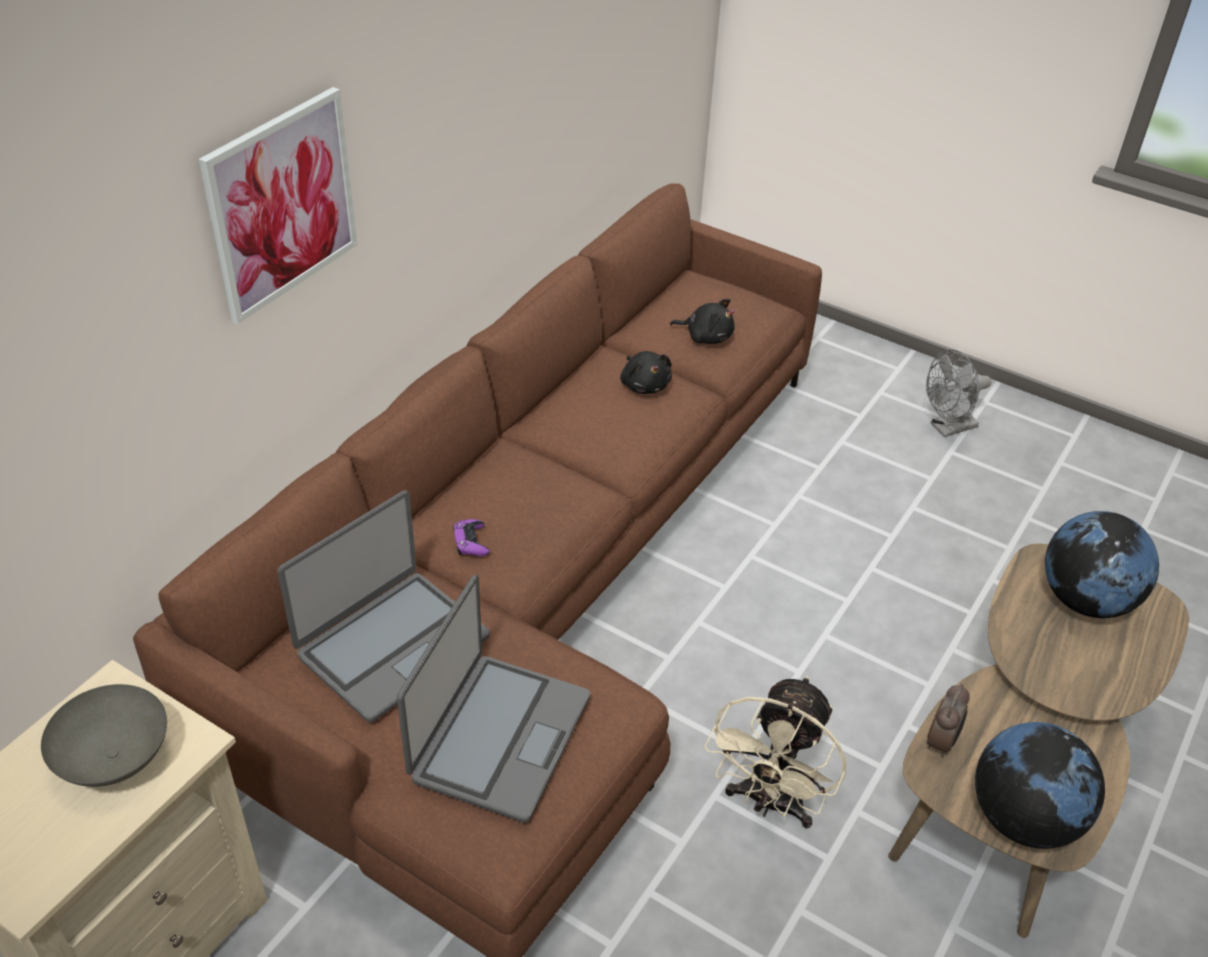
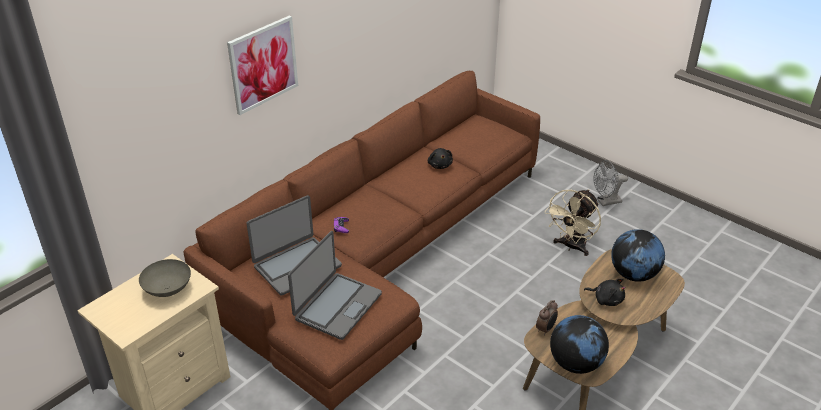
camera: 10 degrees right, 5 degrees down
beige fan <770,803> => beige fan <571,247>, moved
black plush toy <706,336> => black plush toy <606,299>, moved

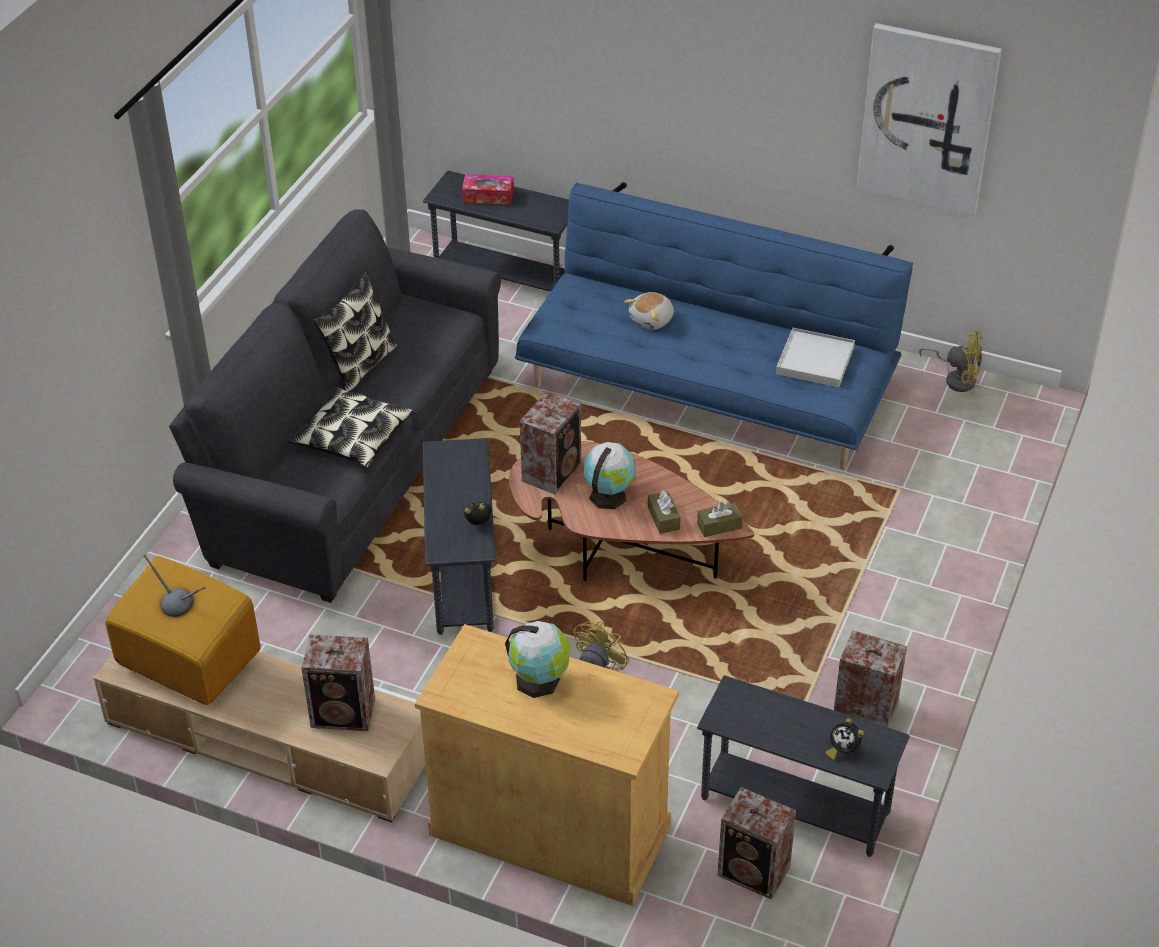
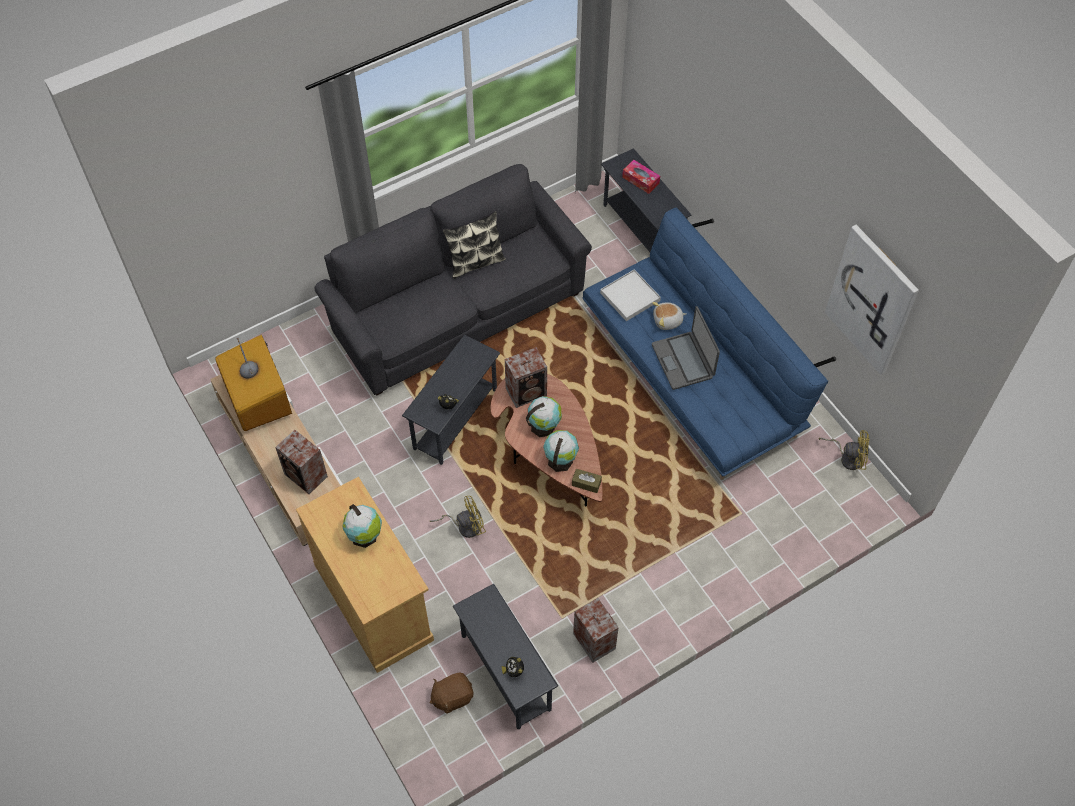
camera: 35 degrees right, 15 degrees up
speaker <755,872> => brown plush toy <452,697>
brown tissue box <663,518> => globe <560,459>
white tray <815,360> => white tray <630,297>, moved
nothing => laptop <683,361>
yellow fan <956,378> => yellow fan <848,457>, 45 degrees counterclockwise
pillow <352,437> => nothing

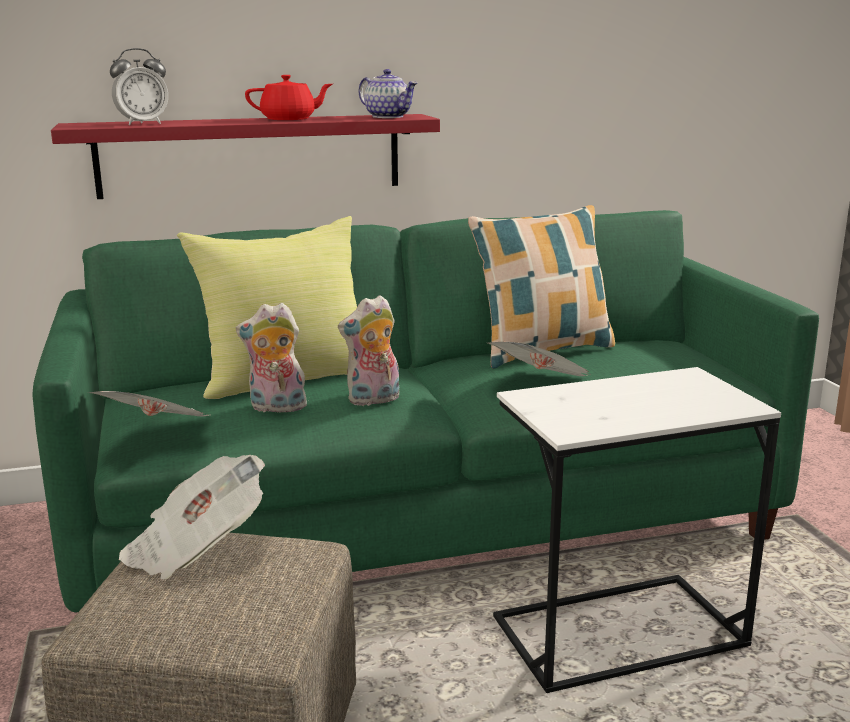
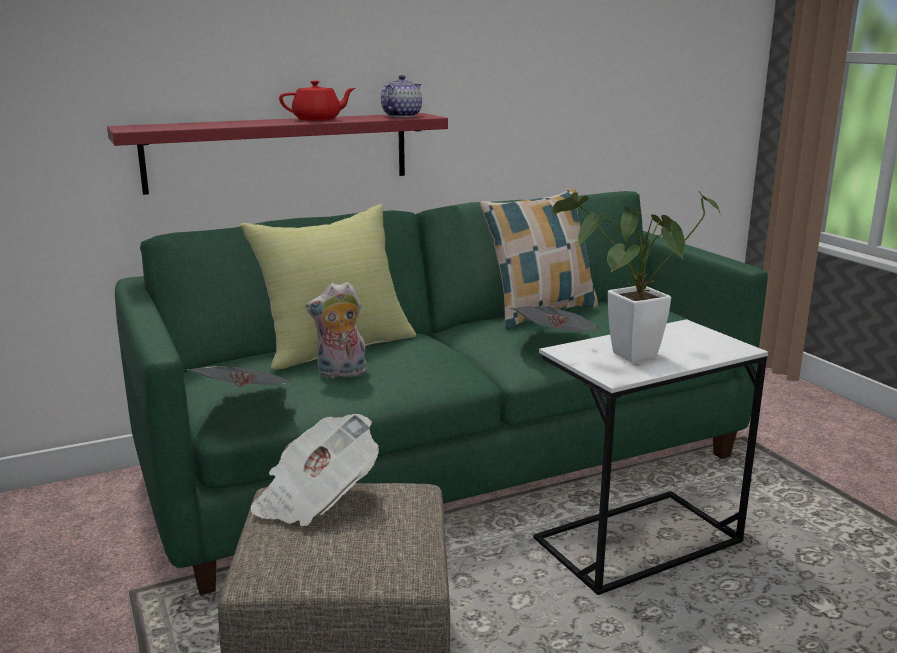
camera: 10 degrees left, 0 degrees up
teapot <388,117> => teapot <401,116>, 90 degrees counterclockwise
nothing => potted plant <625,357>
alarm clock <143,124> => nothing
plush toy <373,400> => nothing

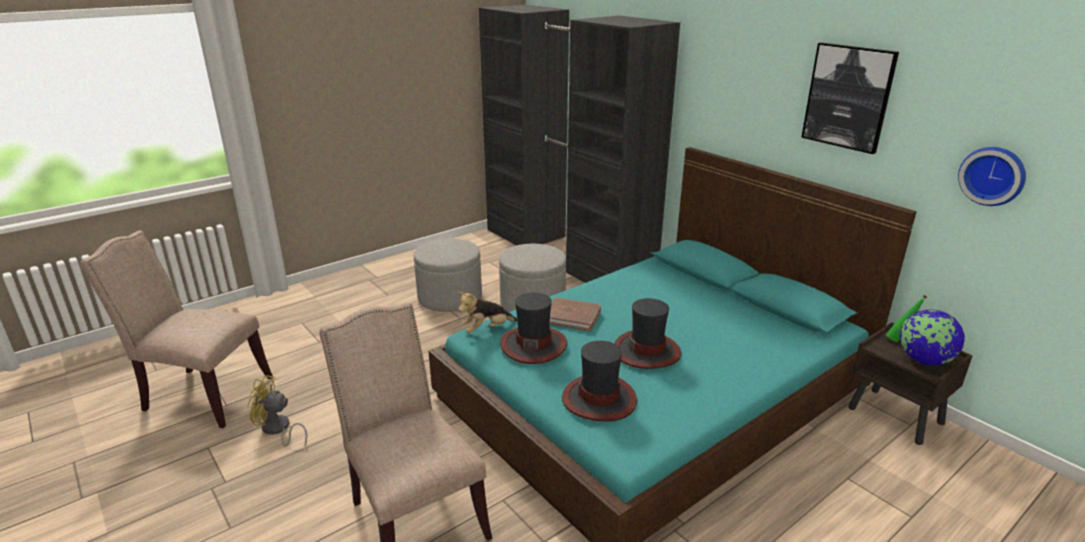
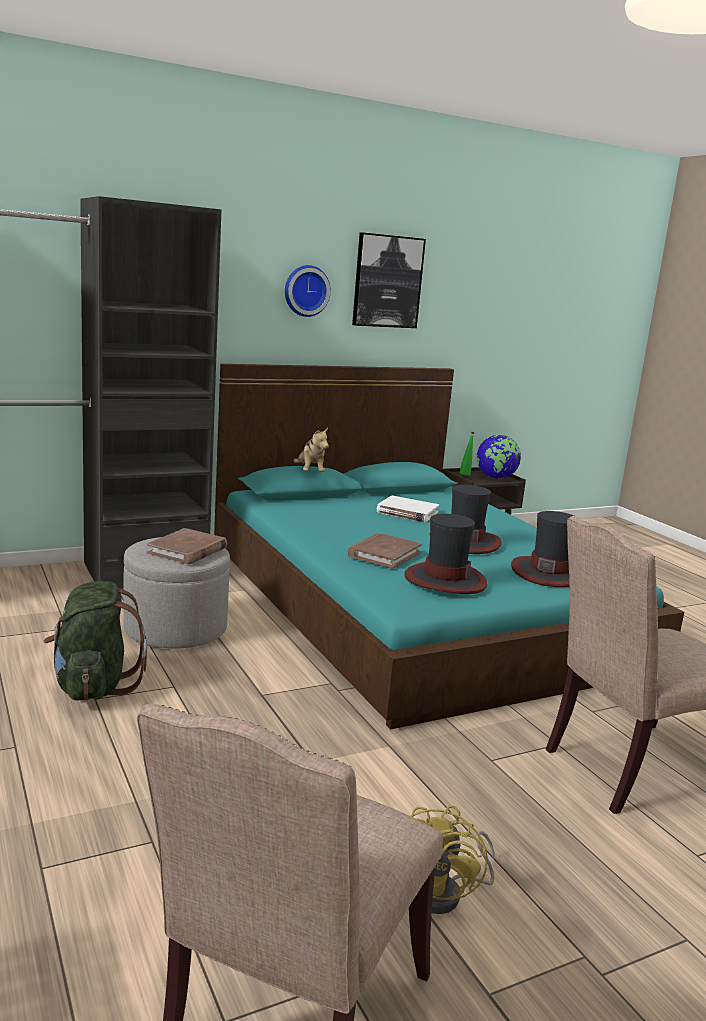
camera: 80 degrees left, 10 degrees down
grey ottoman <450,298> => green backpack <93,686>
nothing => brown book <187,550>
wall clock <993,175> => wall clock <305,290>, moved
plush toy <486,329> => plush toy <310,472>, moved
nothing => white book <407,512>

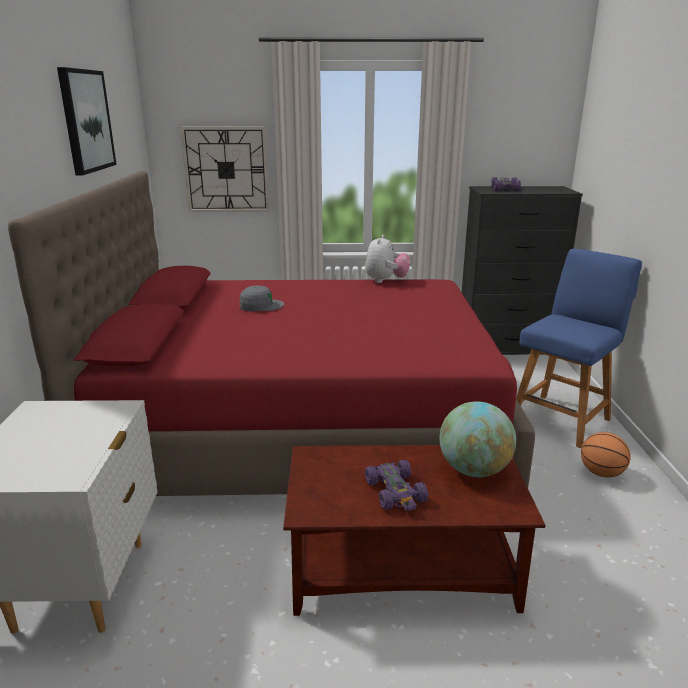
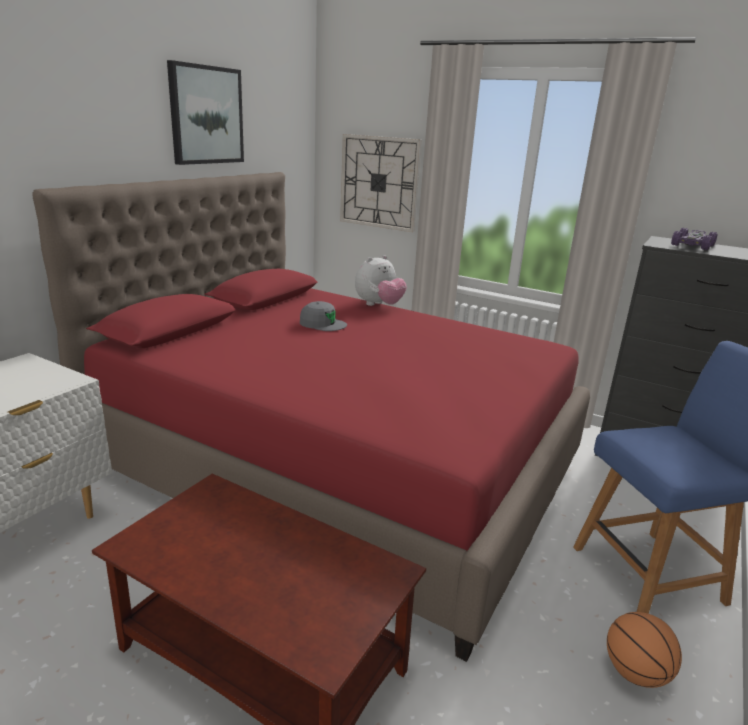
camera: 30 degrees right, 0 degrees up
plush toy <386,281> => plush toy <379,305>, moved
purple toy car <396,492> => nothing
globe <474,470> => nothing

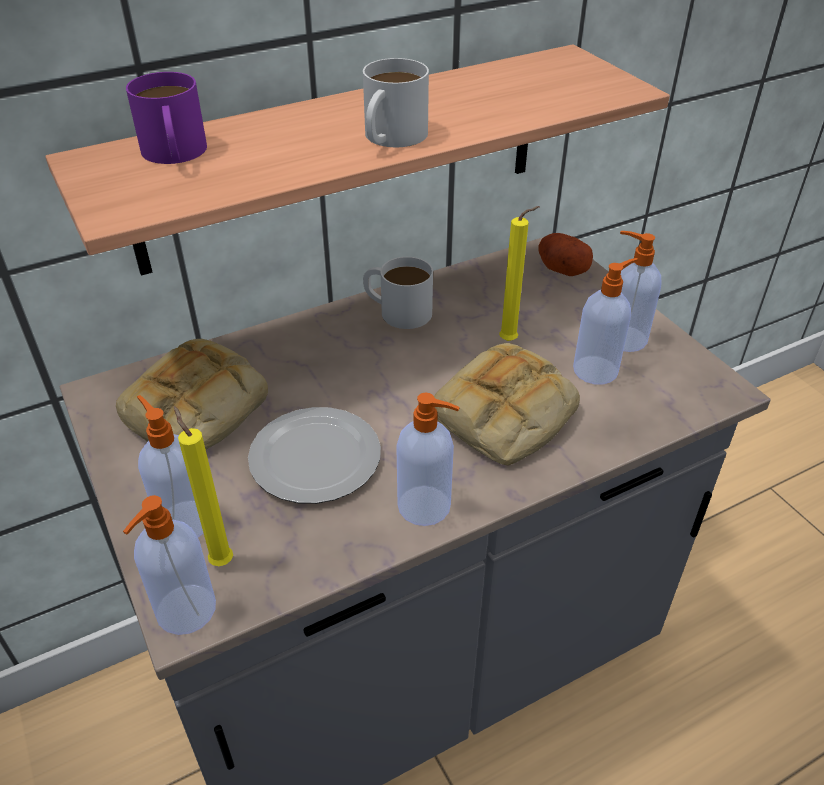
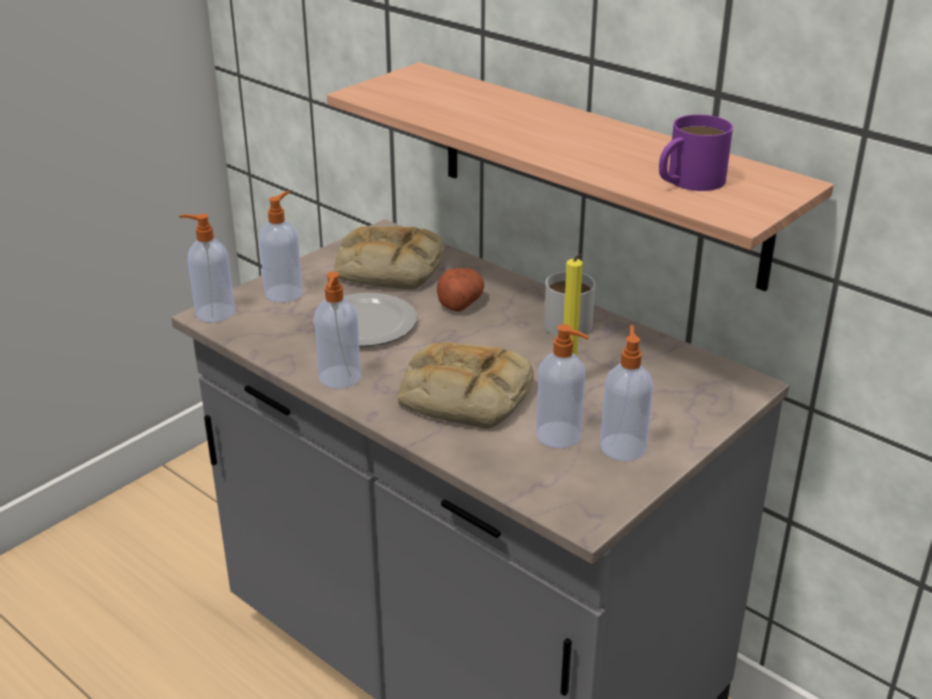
camera: 70 degrees right, 10 degrees down
potato <561,268> => potato <459,302>, moved
purple mug <175,155> => purple mug <687,182>, moved
yellow candle <220,559> => nothing
white mug <390,138> => nothing

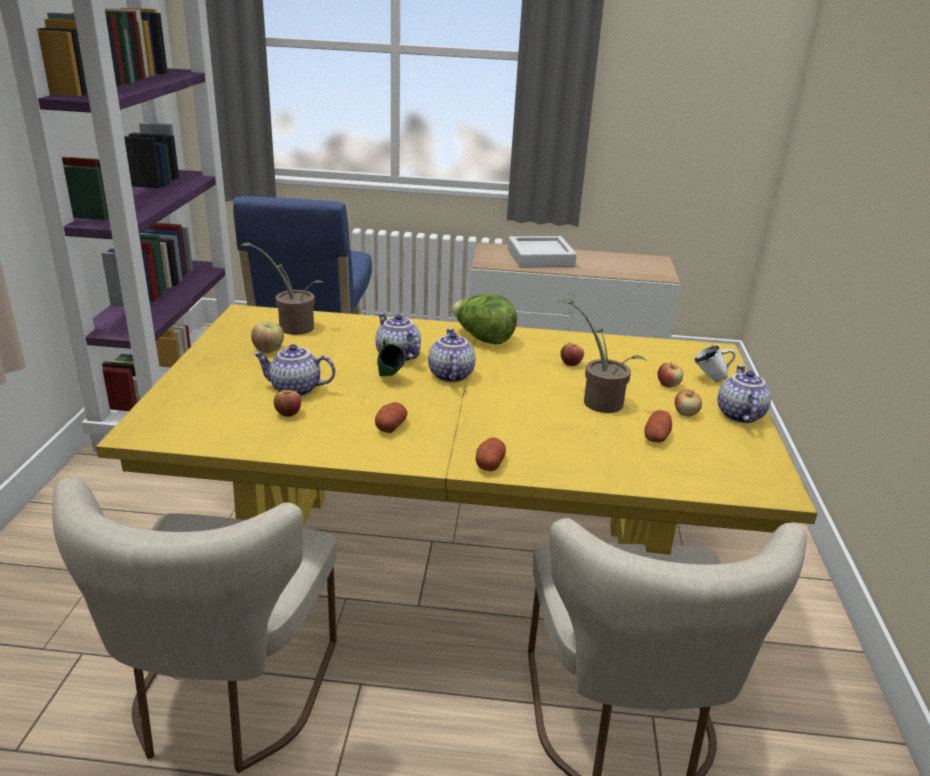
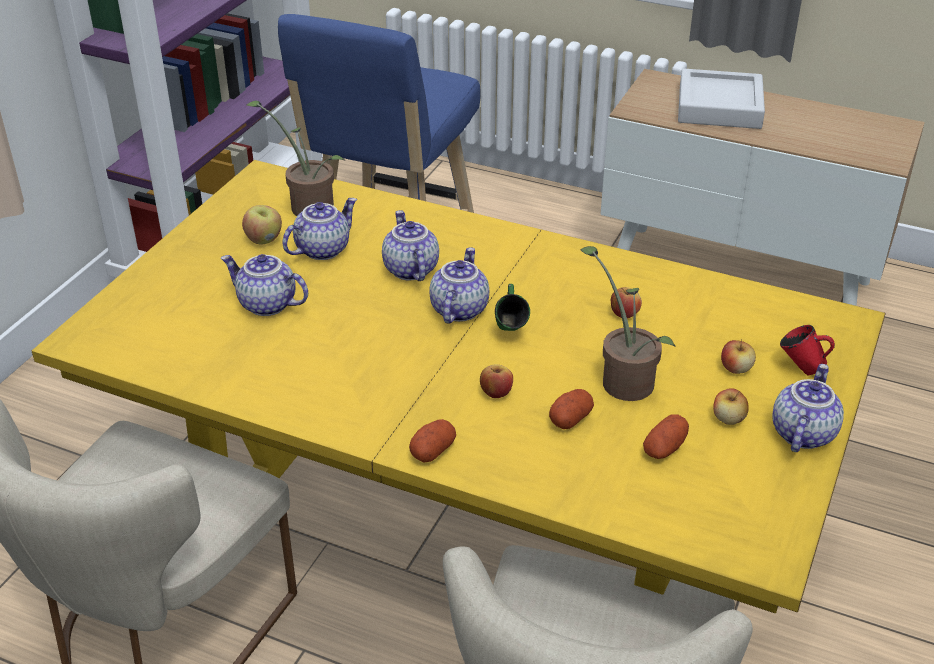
camera: 20 degrees right, 10 degrees up
nothing => teapot <322,249>
apple <288,413> => apple <496,393>, moved
green mug <389,378> => green mug <510,333>, moved
potato <391,426> => potato <570,418>, moved
white mug <710,380> => red mug <801,369>
lettuce <482,339> => nothing

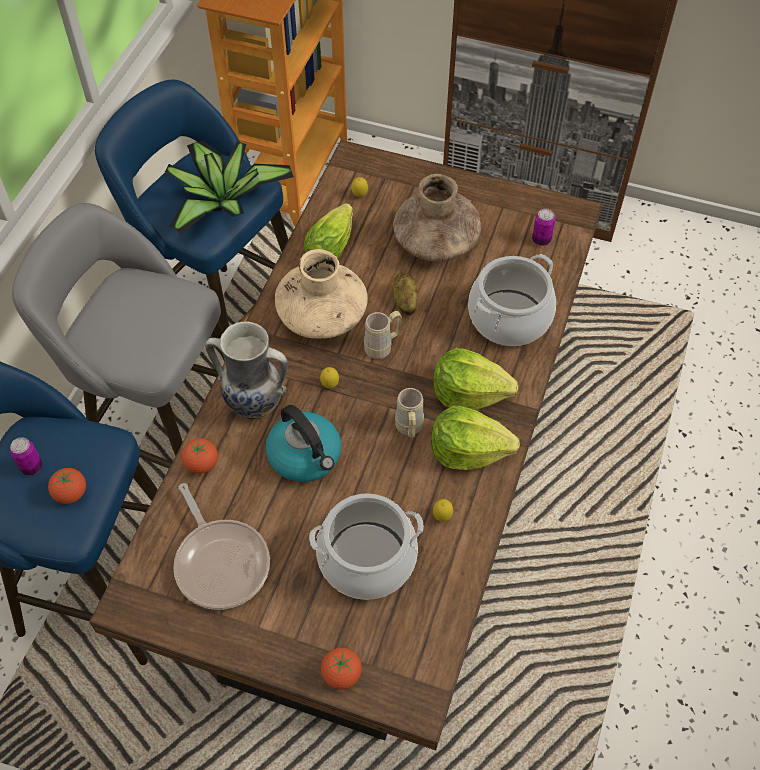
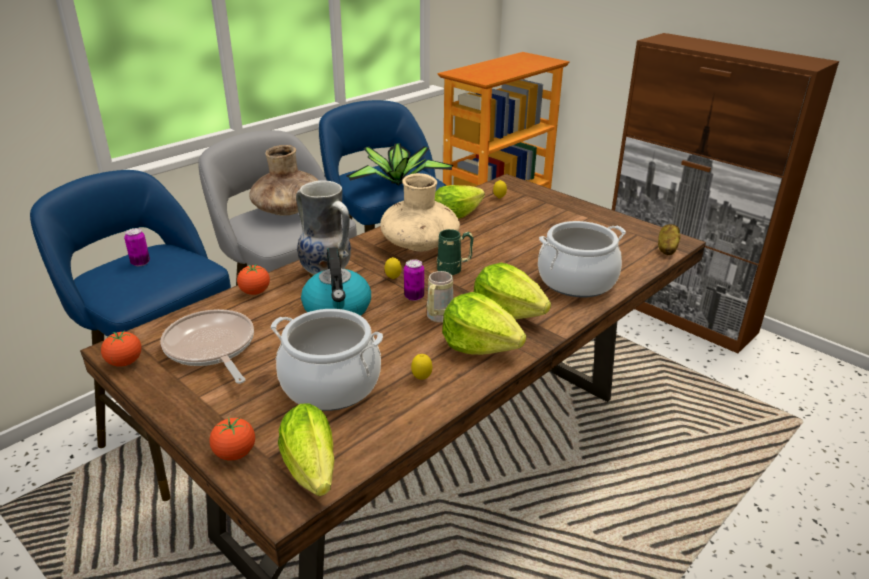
camera: 25 degrees right, 25 degrees down
tomato <71,493> => tomato <125,362>, moved
frying pan <221,562> => frying pan <211,348>, 150 degrees clockwise
brown vase <436,242> => brown vase <287,210>, moved
nothing => lettuce <312,471>
can <541,240> => can <414,296>, moved
beige mug <383,346> => green mug <454,270>
potato <404,301> => potato <666,249>, moved

